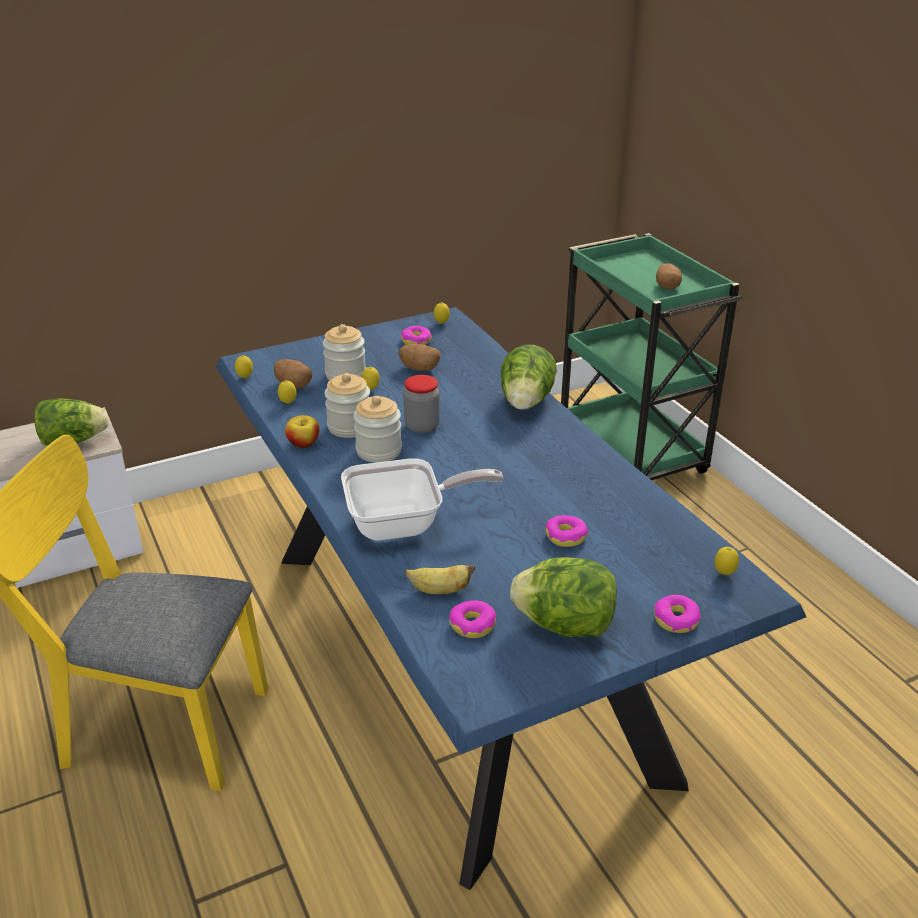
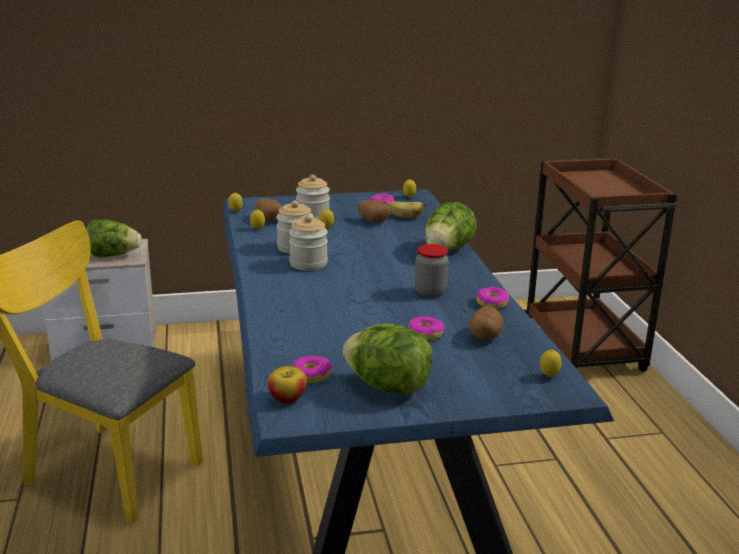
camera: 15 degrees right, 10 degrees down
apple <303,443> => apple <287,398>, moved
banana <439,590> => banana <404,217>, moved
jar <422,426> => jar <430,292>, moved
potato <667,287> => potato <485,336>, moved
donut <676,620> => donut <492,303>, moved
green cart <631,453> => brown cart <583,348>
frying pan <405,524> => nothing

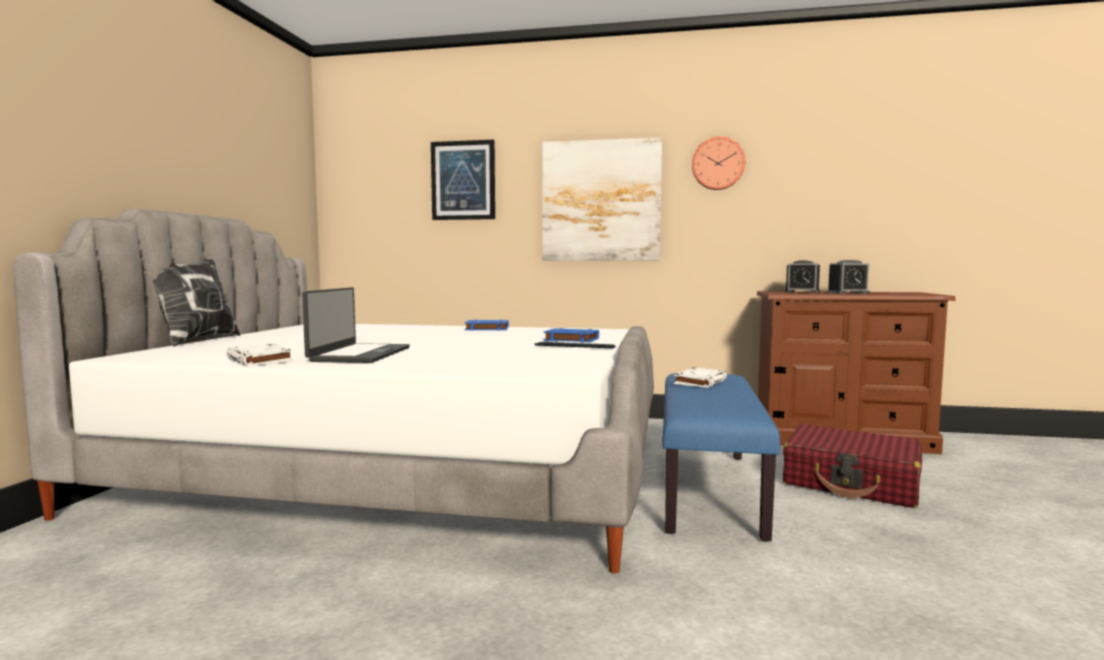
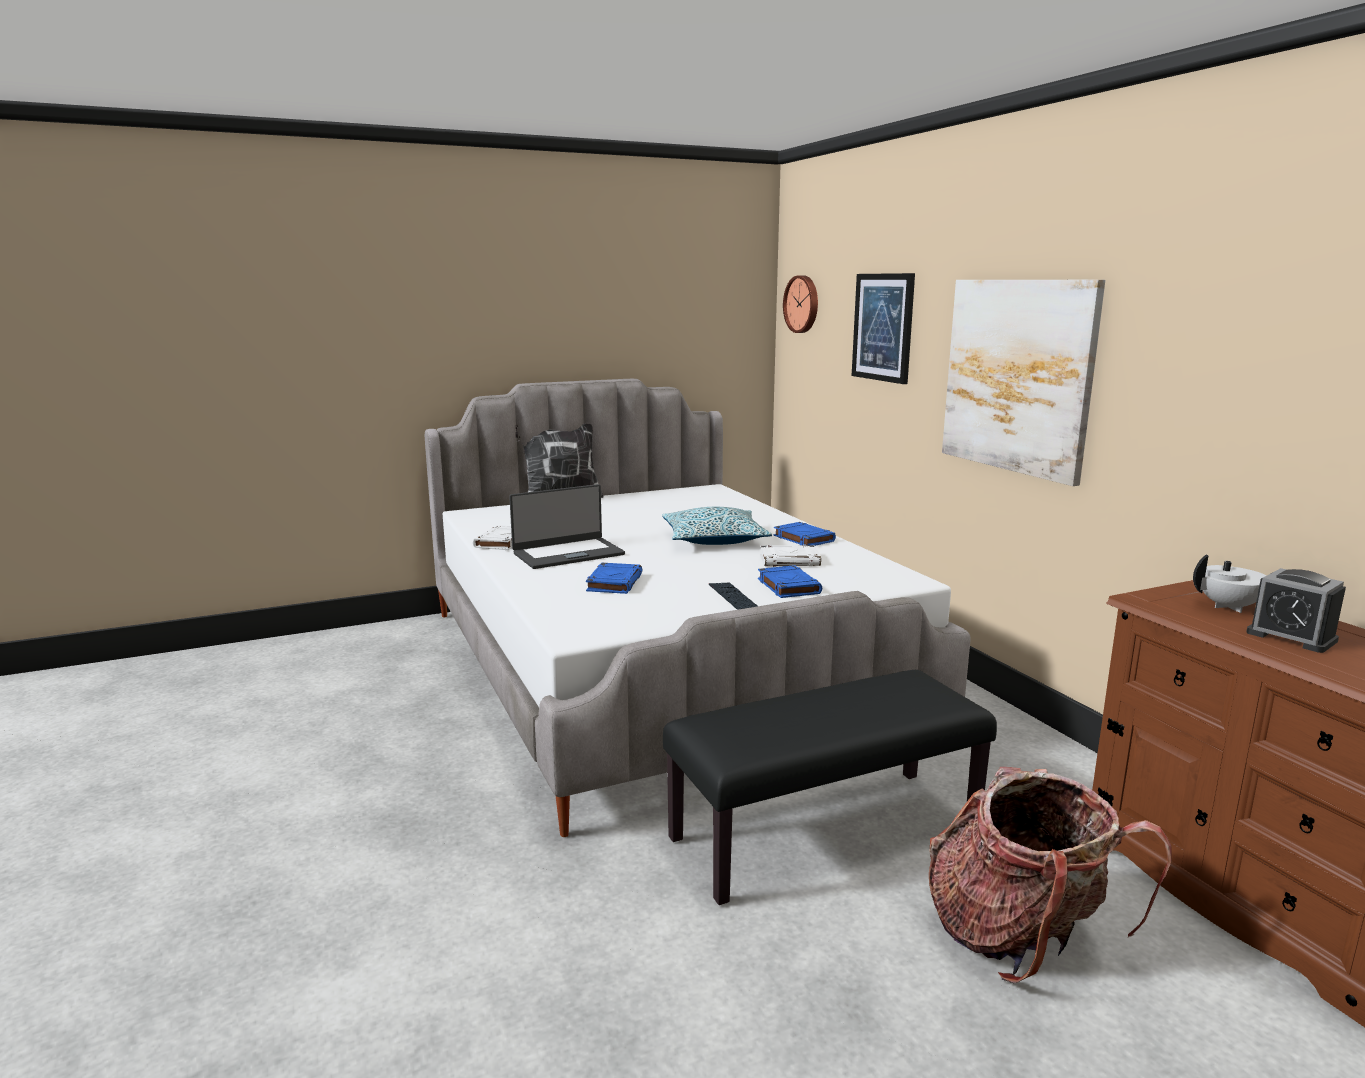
camera: 55 degrees right, 10 degrees up
nothing => blue book <614,583>
nothing => pillow <714,539>
blue bench <707,489> => black bench <825,831>
white book <700,382> => white book <790,561>, moved
wall clock <718,163> => wall clock <803,304>, moved
red suitcase <852,482> => backpack <1020,939>
alarm clock <802,292> => white teapot <1230,607>

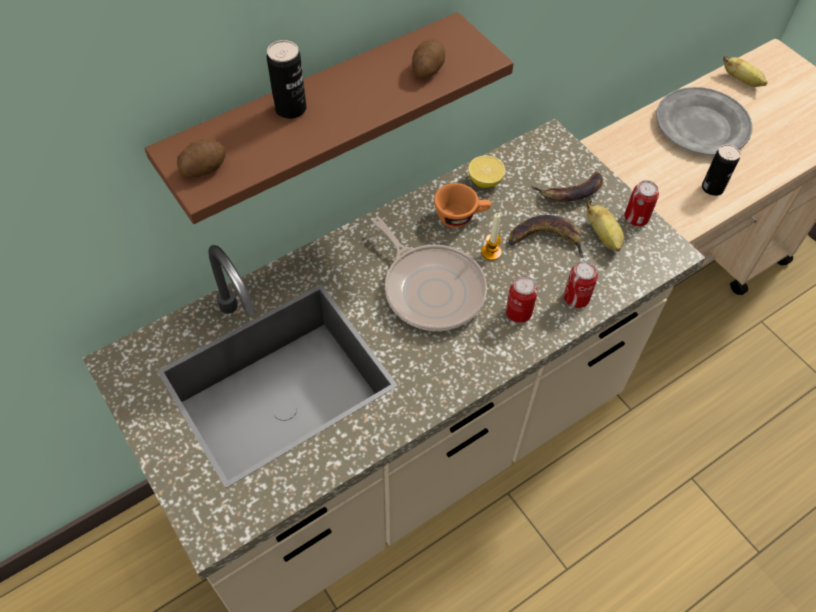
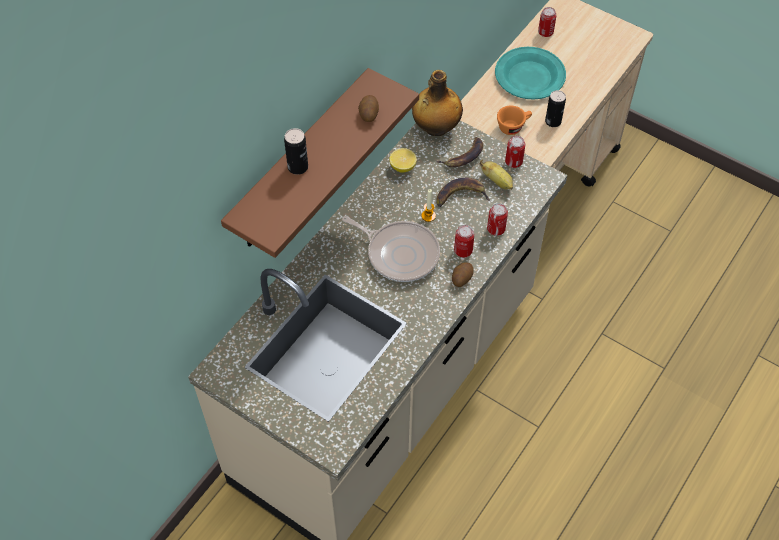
camera: 20 degrees left, 0 degrees up
nothing => bottle <435,128>
potato <203,168> => potato <461,278>, moved
grey plate <700,125> => turquoise plate <529,76>
orange cup <461,216> => orange cup <513,126>, moved
banana <742,81> => can <545,32>

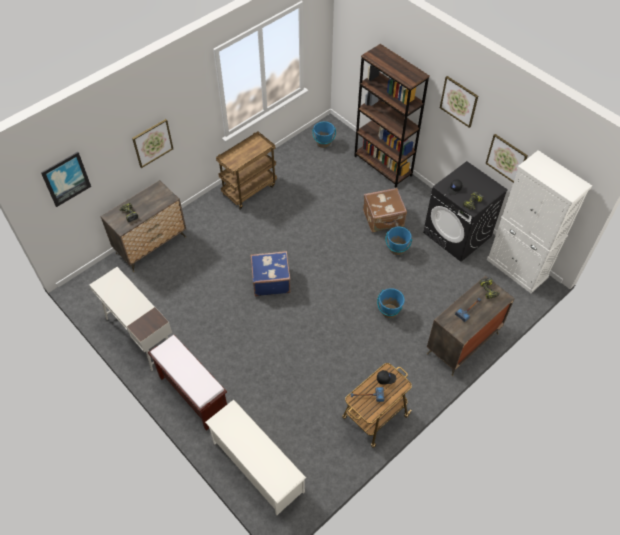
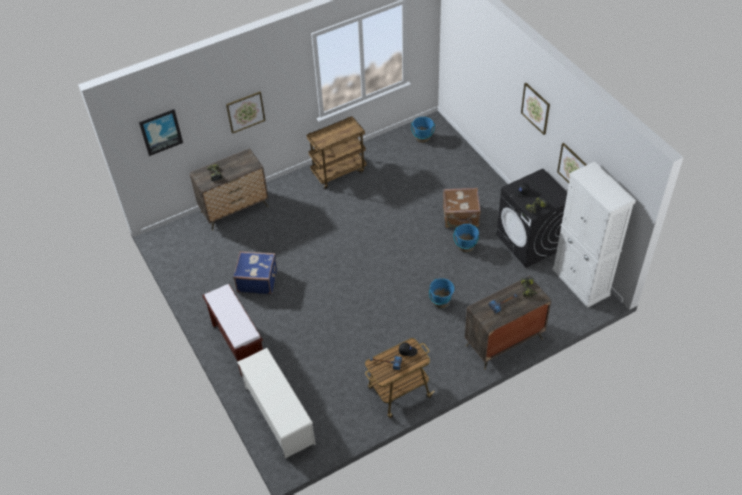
camera: 15 degrees right, 5 degrees down
blue suitcase <270,281> => blue suitcase <257,280>, moved
white desk <140,335> => nothing
brown bookcase <383,166> => nothing

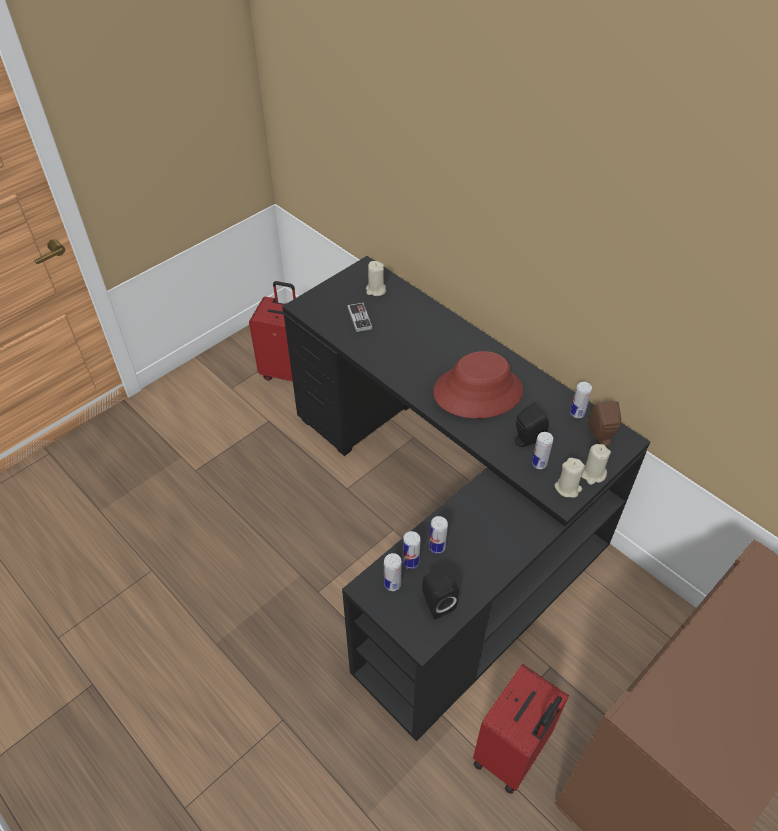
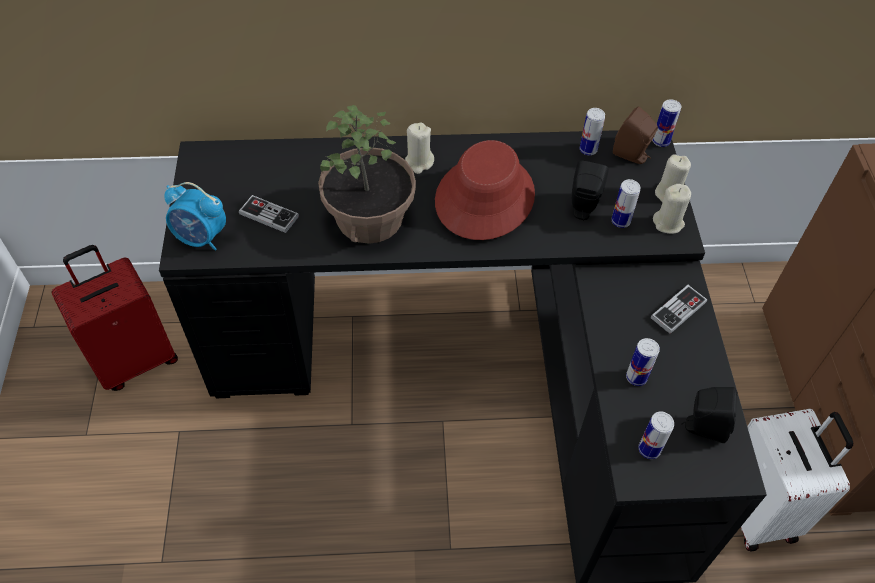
camera: 50 degrees left, 5 degrees up
nothing => alarm clock <201,238>
nothing => potted plant <370,218>
beige candle <375,290> => beige candle <419,162>, moved
nothing => game controller <678,310>
can <410,562> => can <660,141>, moved
red suitcase <512,753> => white suitcase <758,509>

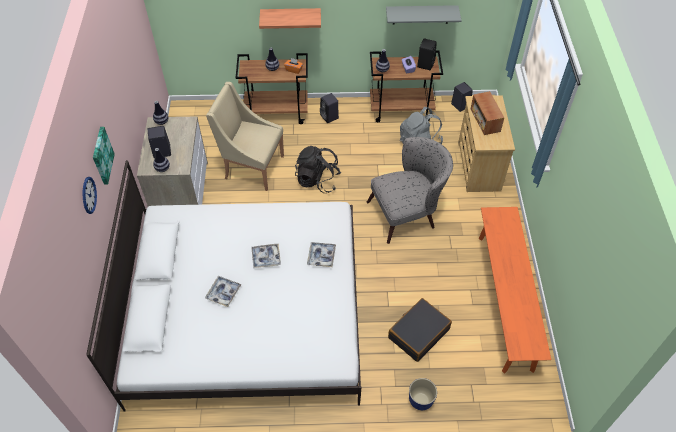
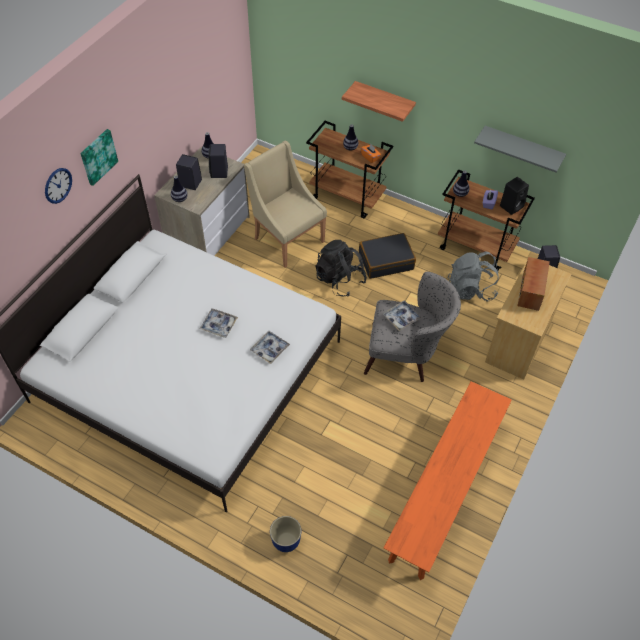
camera: 30 degrees right, 0 degrees up
black speaker <329,117> => black speaker <219,172>, moved
black suitcase <418,333> => black suitcase <386,261>, moved
tray <223,293> => tray <401,318>, moved

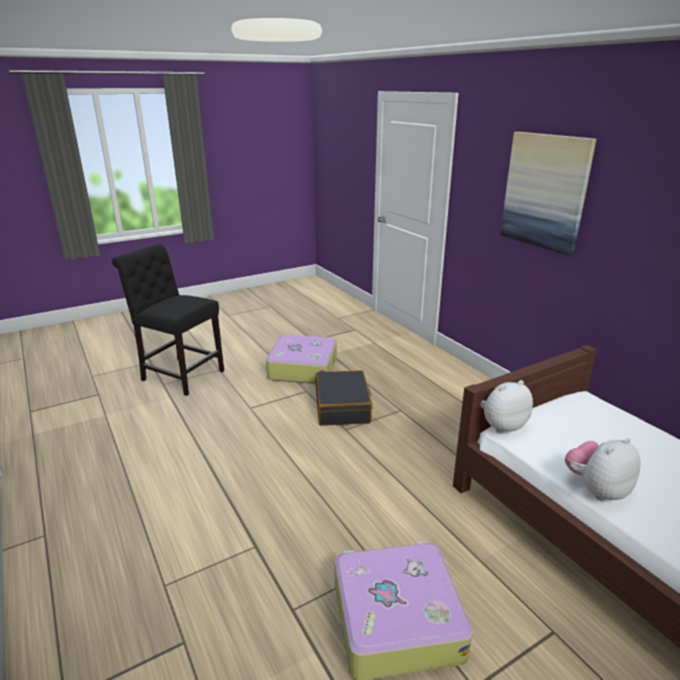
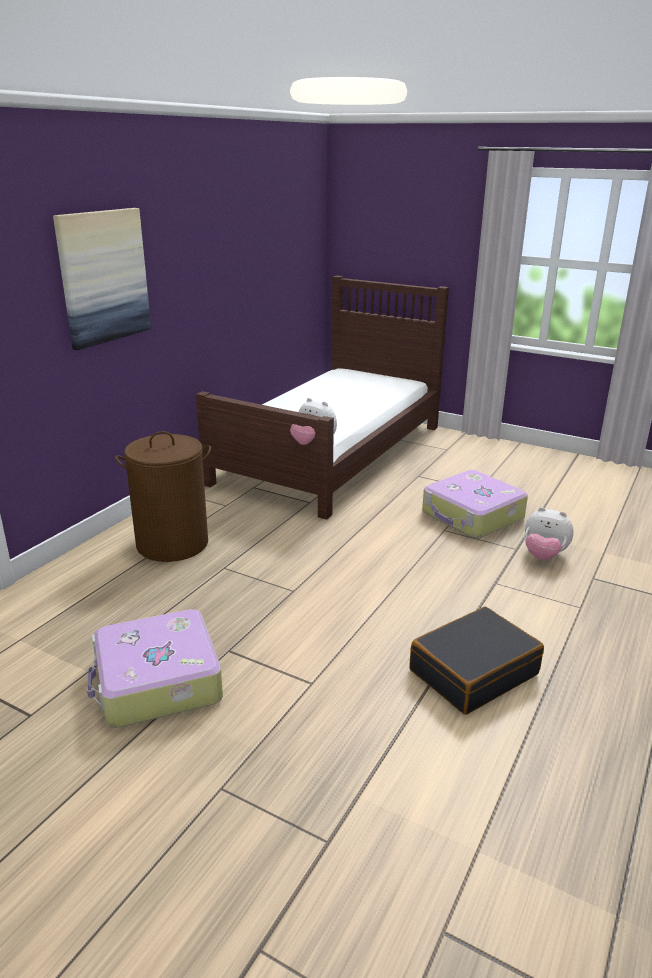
camera: 120 degrees left, 0 degrees up
nothing => brown laundry basket <172,543>
black suitcase <342,407> => black suitcase <473,672>, moved
plush toy <596,489> => plush toy <543,556>, moved
black chair <180,375> => nothing

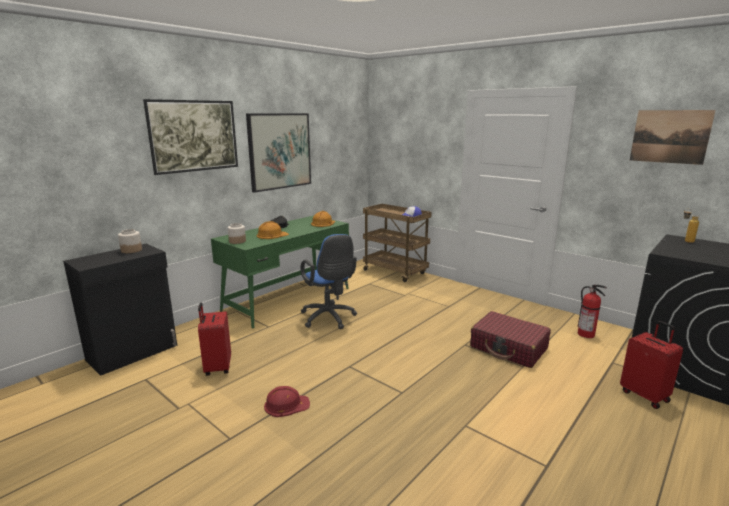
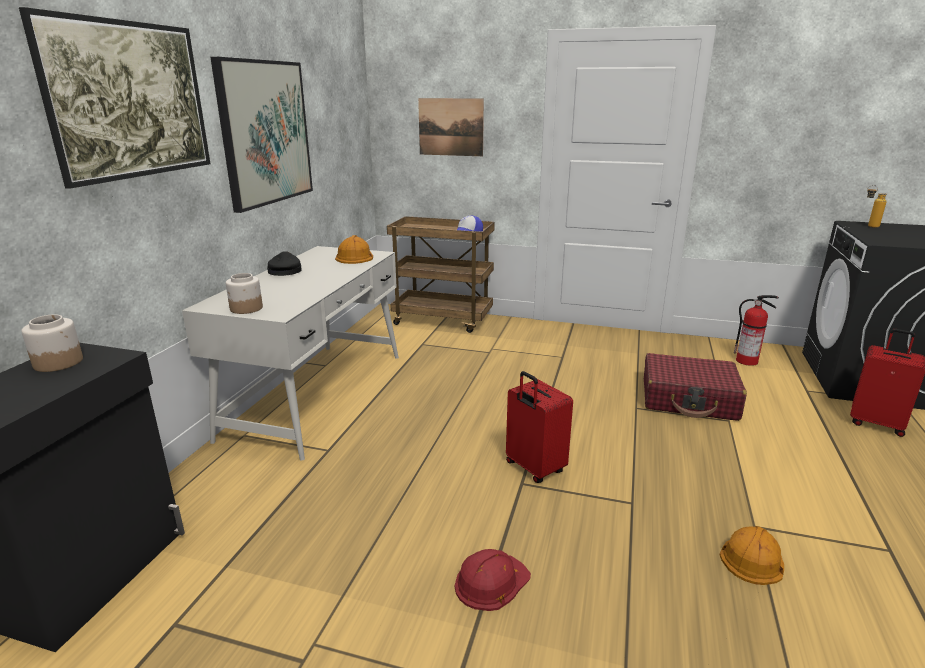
camera: 25 degrees left, 5 degrees up
green desk <288,299> => white desk <318,394>
picture <670,136> => picture <451,127>, moved
red suitcase <217,368> => red suitcase <533,468>, moved
orange hard hat <272,235> => orange hard hat <752,557>, moved
blue office chair <329,319> => nothing

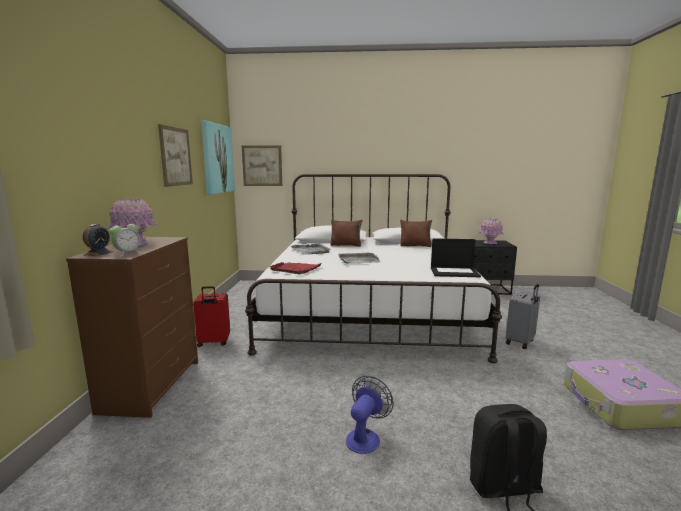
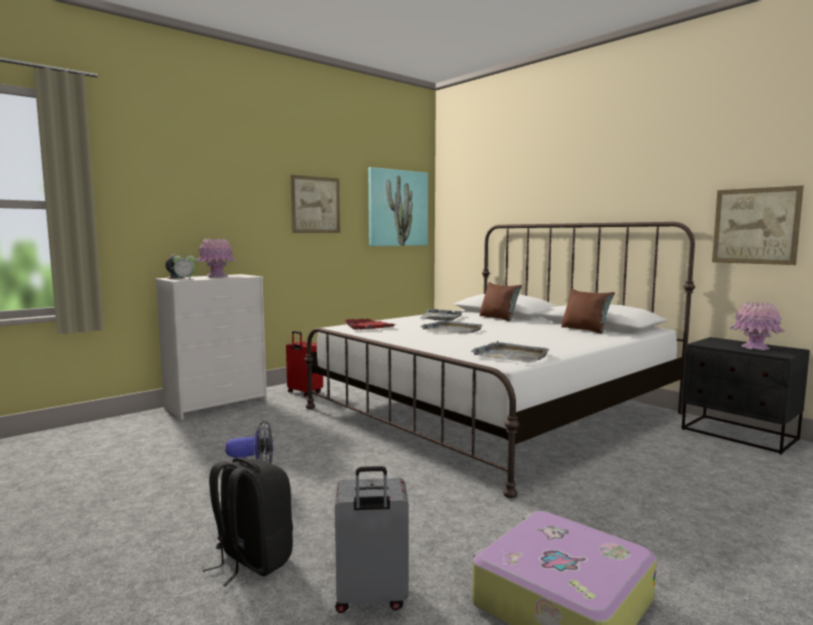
camera: 45 degrees right, 5 degrees down
brown dresser <152,385> => white dresser <217,404>
grey suitcase <521,342> => grey suitcase <371,598>, moved
laptop <454,272> => grey tray <510,356>
picture <262,165> => picture <755,226>, moved

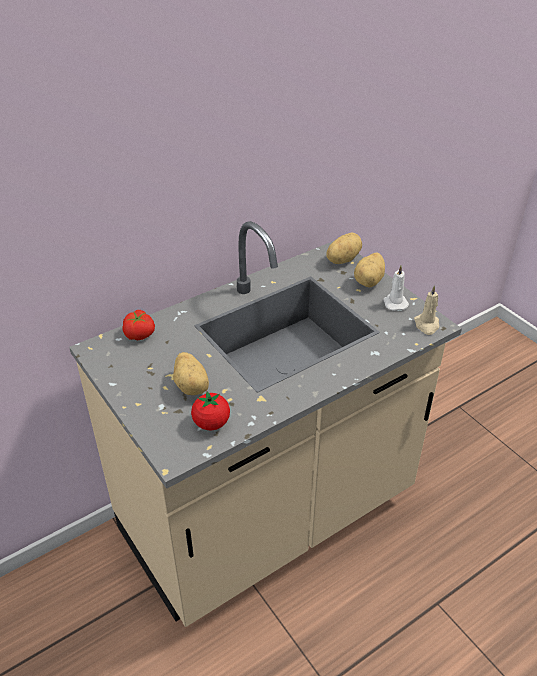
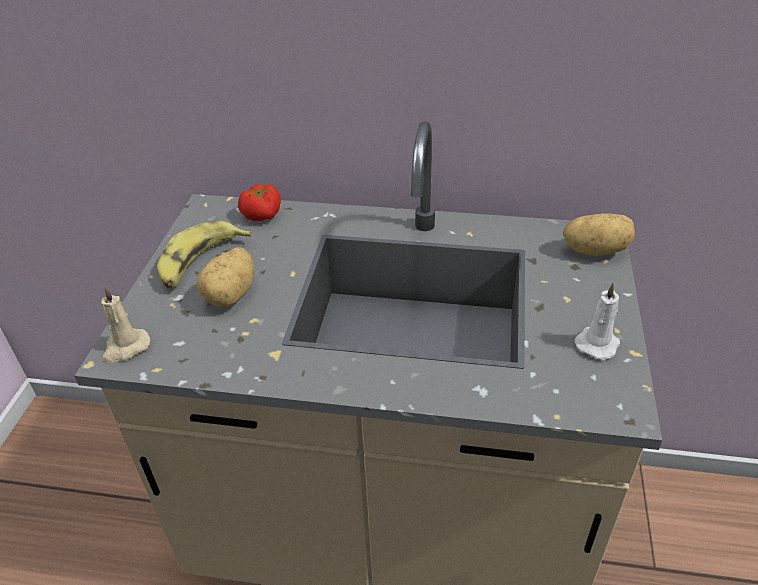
camera: 45 degrees right, 0 degrees up
beige candle <427,325> => beige candle <125,348>, moved
nothing => banana <200,263>
tomato <211,423> => nothing
potato <369,281> => nothing

